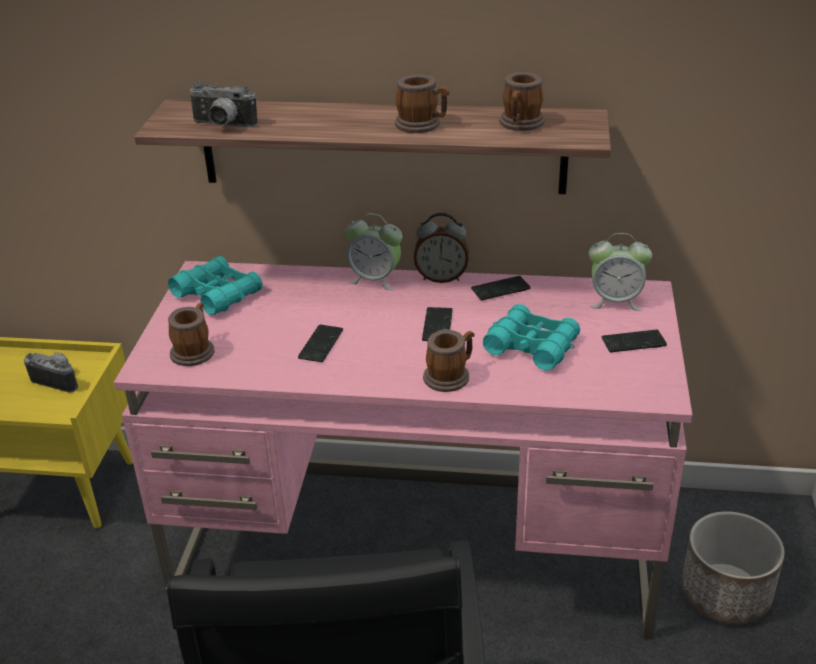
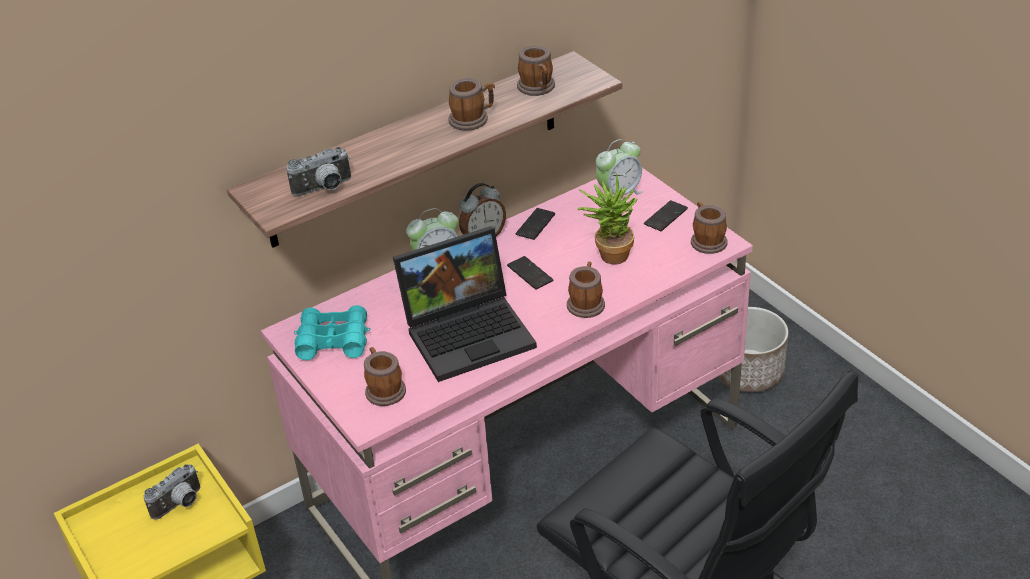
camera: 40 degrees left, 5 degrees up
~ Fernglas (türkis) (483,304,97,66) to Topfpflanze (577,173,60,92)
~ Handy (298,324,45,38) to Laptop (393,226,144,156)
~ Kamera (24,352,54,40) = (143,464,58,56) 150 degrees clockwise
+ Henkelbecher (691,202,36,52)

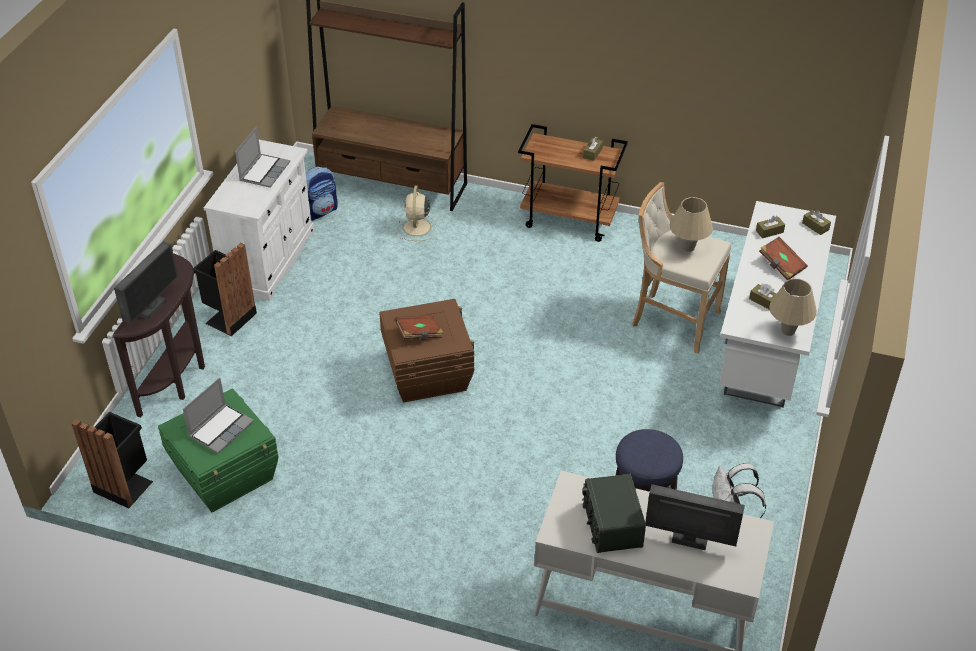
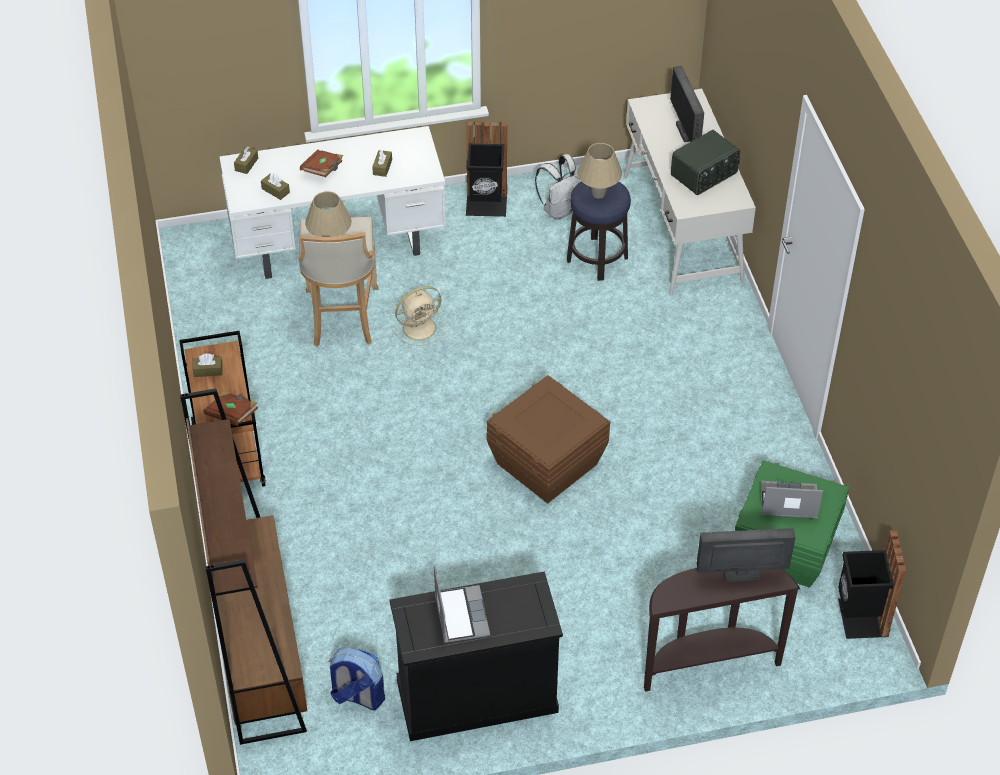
camera: 120 degrees left, 5 degrees up
~ Laptop (235,127,55,61) = (434,565,56,78) 90 degrees clockwise
~ Schrank (weiß) (204,140,111,161) to Schrank (schwarz) (390,571,173,170)
~ Ventilator (beige) (397,185,41,56) to (392,286,53,60)
~ Mülleimer (schwarz) (193,243,64,93) to (466,121,41,96)
~ Tischlampe (beige) (769,278,48,58) to (578,143,44,56)
~ Buch (braun) (395,316,48,24) to (203,391,55,35)

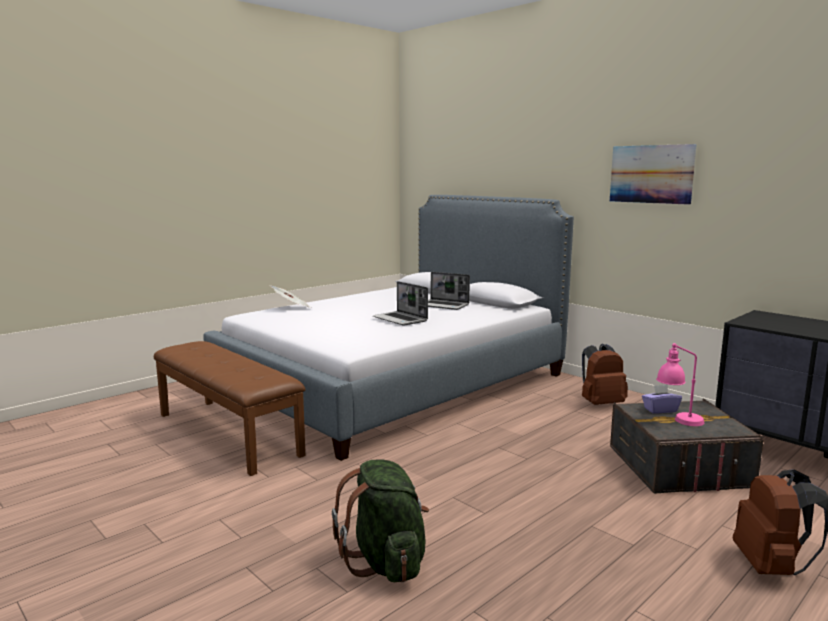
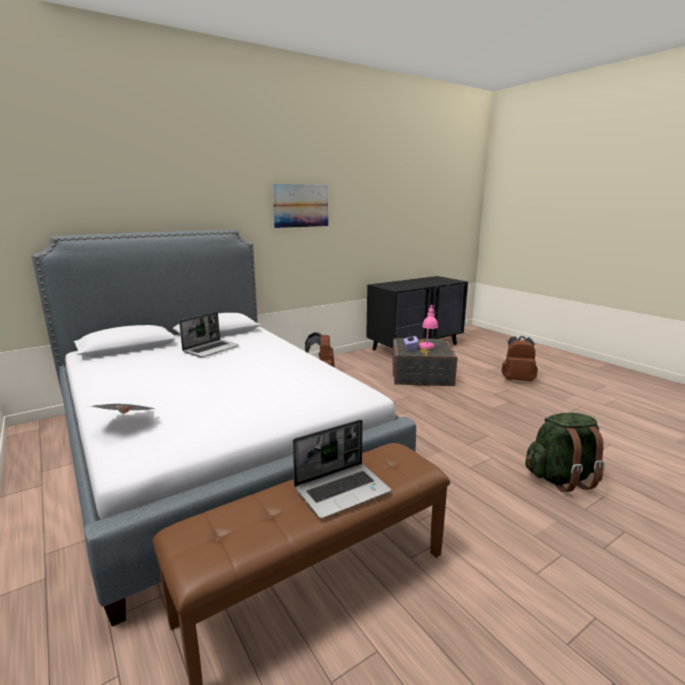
camera: 80 degrees left, 5 degrees up
~ Laptop (373,281,55,45) to (293,419,98,100)

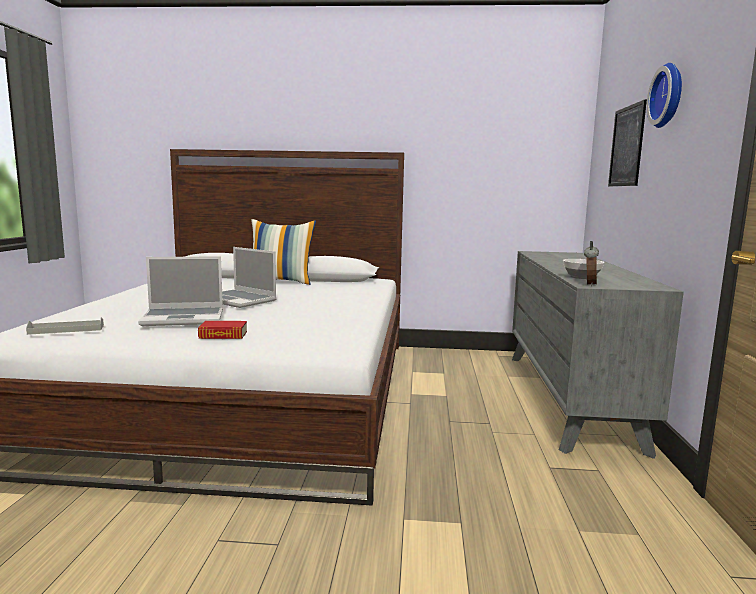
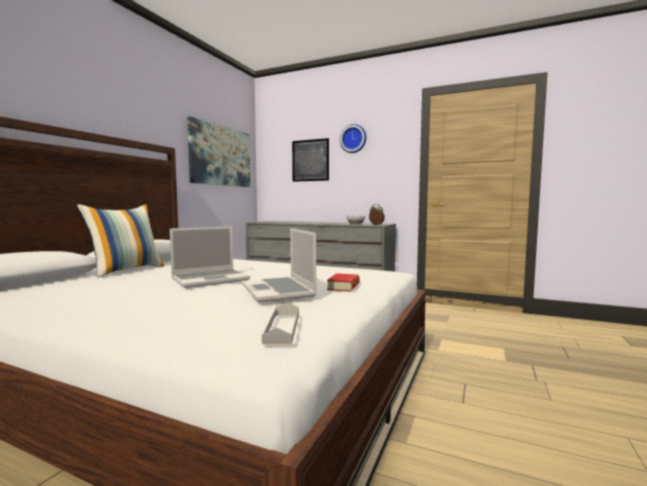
camera: 70 degrees left, 5 degrees down
~ Laptop (138,256,85,70) = (242,228,75,75) 150 degrees clockwise
+ Bild (187,117,63,70)

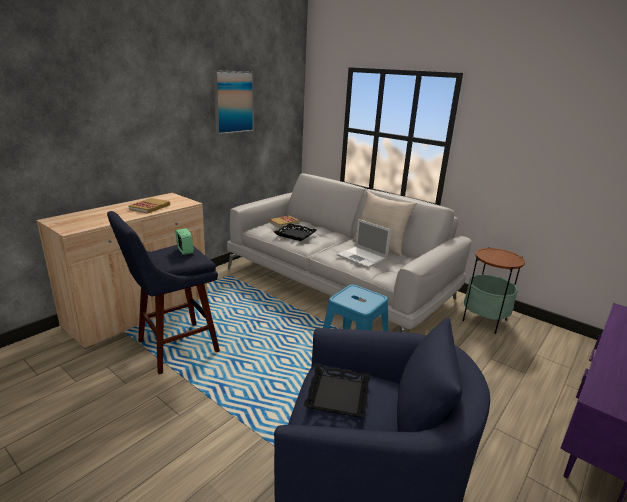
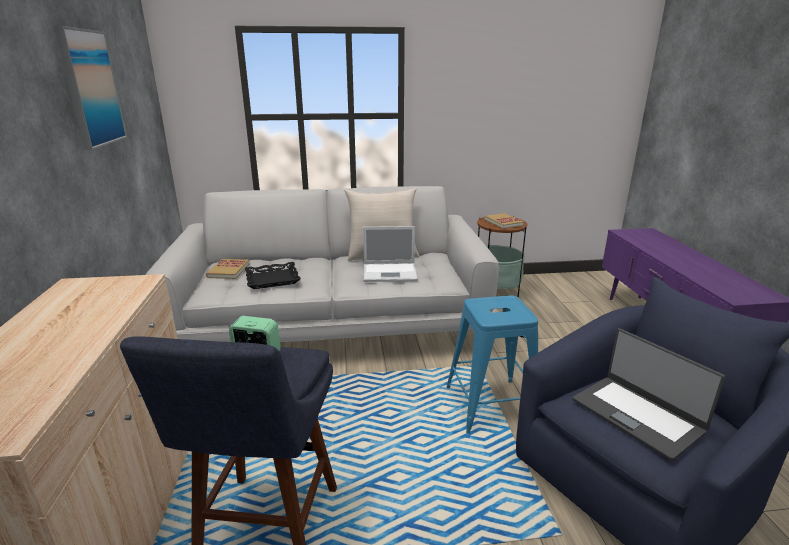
camera: 45 degrees left, 0 degrees up
~ Buch (129,198,41,15) to (484,213,40,16)
~ Tablett (schwarz) (303,365,67,53) to Laptop (573,328,152,133)

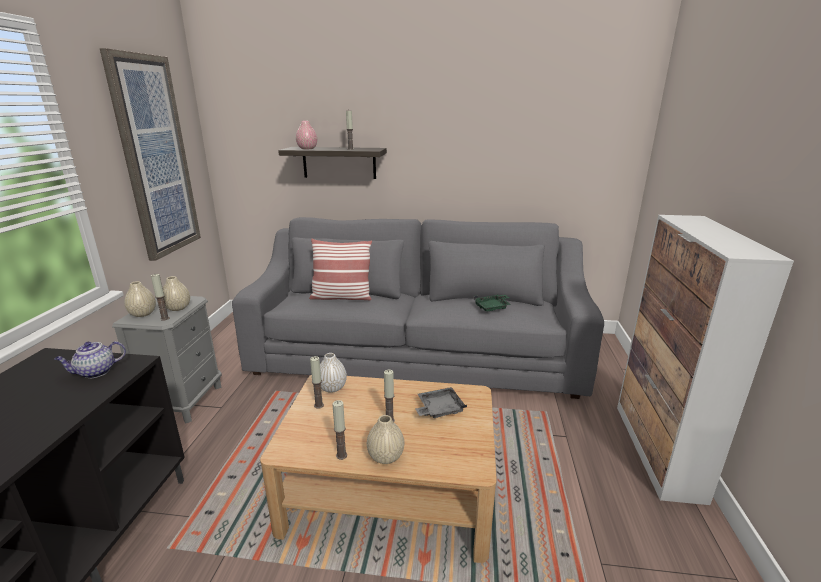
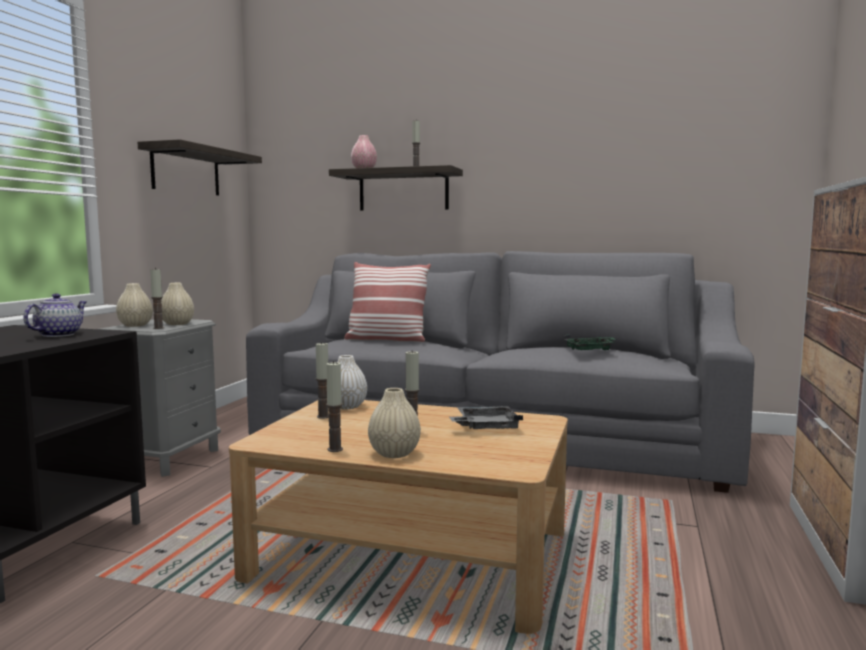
camera: 10 degrees right, 15 degrees down
~ Bild (100,48,101,213) to Wandregal (137,139,125,56)
~ Teekanne (54,341,72,37) = (23,293,64,44) 135 degrees clockwise

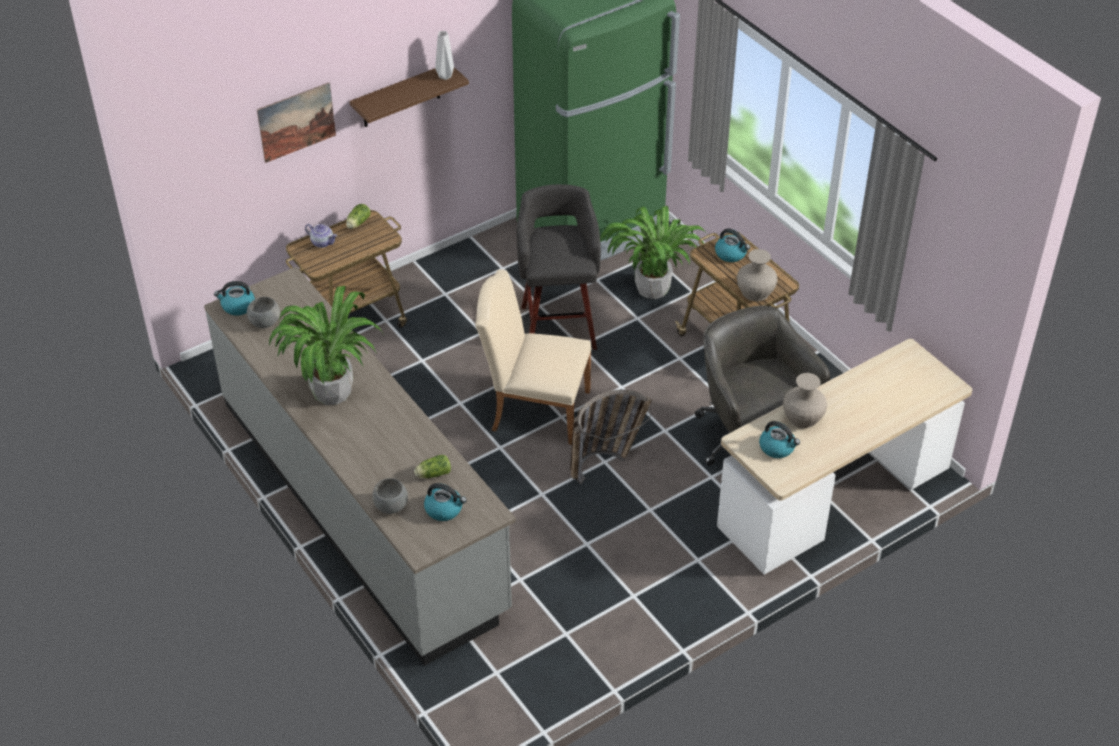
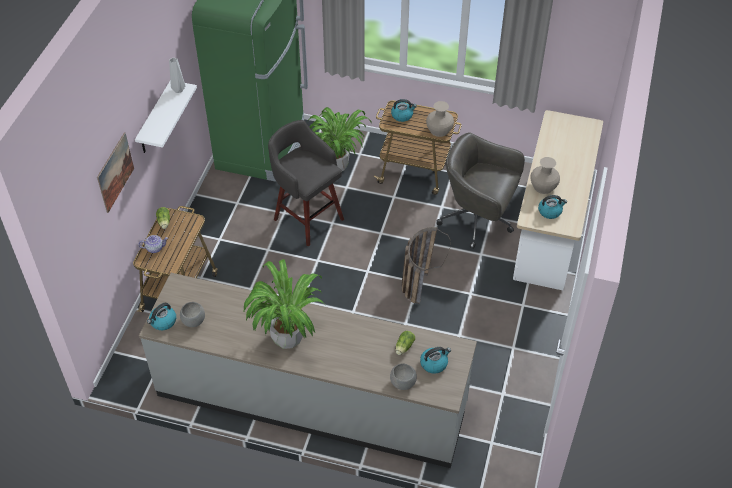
camera: 40 degrees left, 5 degrees up
~ Wandregal (braun) (349,67,120,60) to Wandregal (weiß) (135,81,62,72)
- Stuhl (beige) (475,269,117,176)

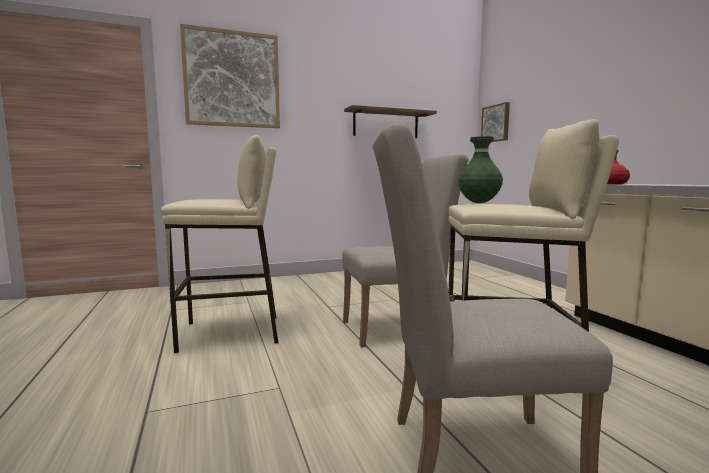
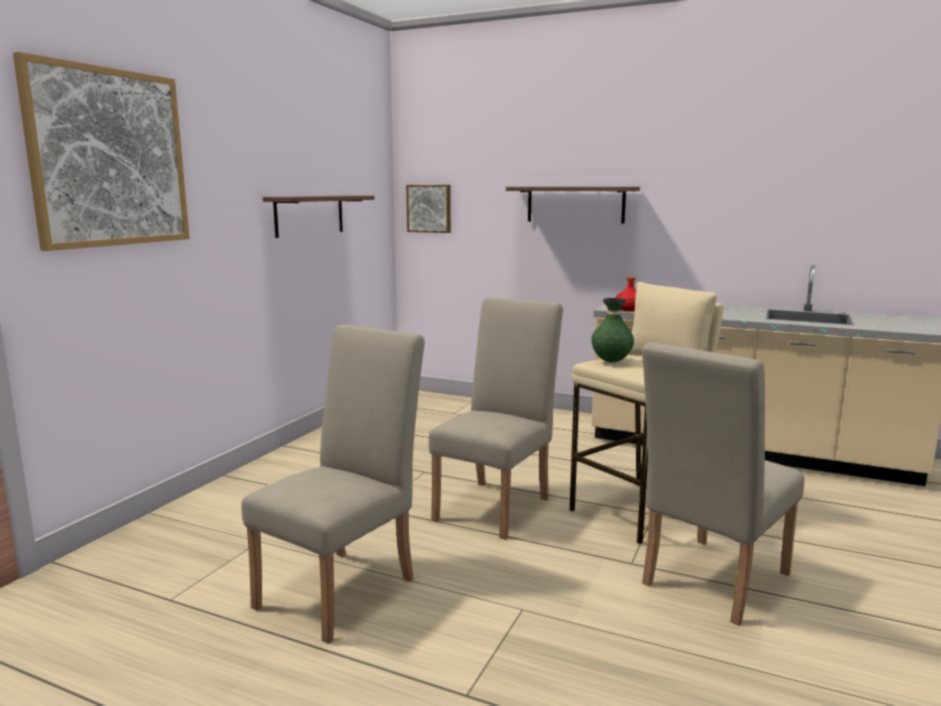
camera: 45 degrees left, 5 degrees up
~ Hocker (beige) (161,135,117,218) to Stuhl (beige) (241,324,184,320)
+ Wandregal (506,187,134,37)

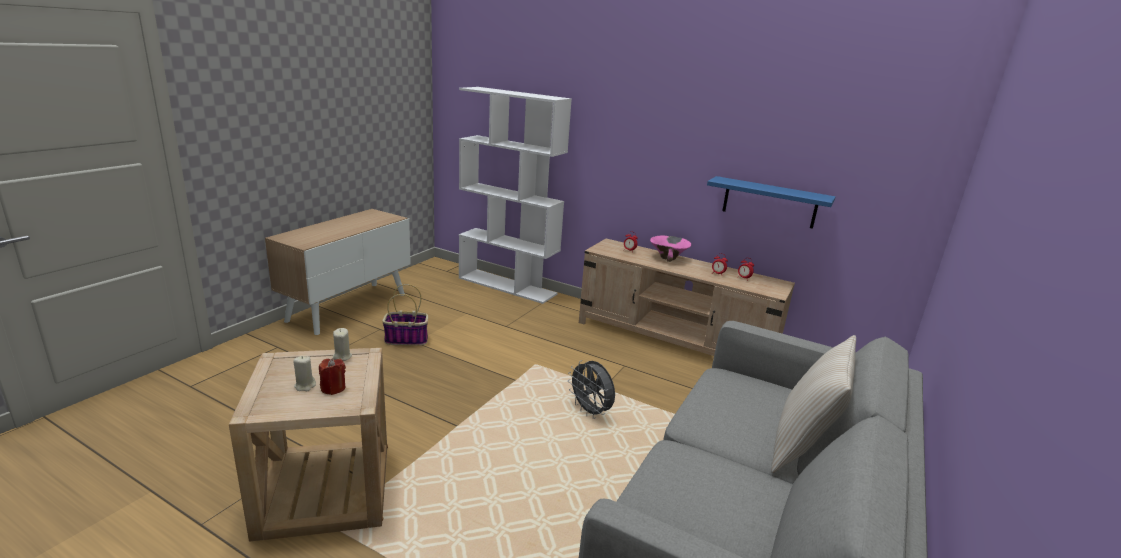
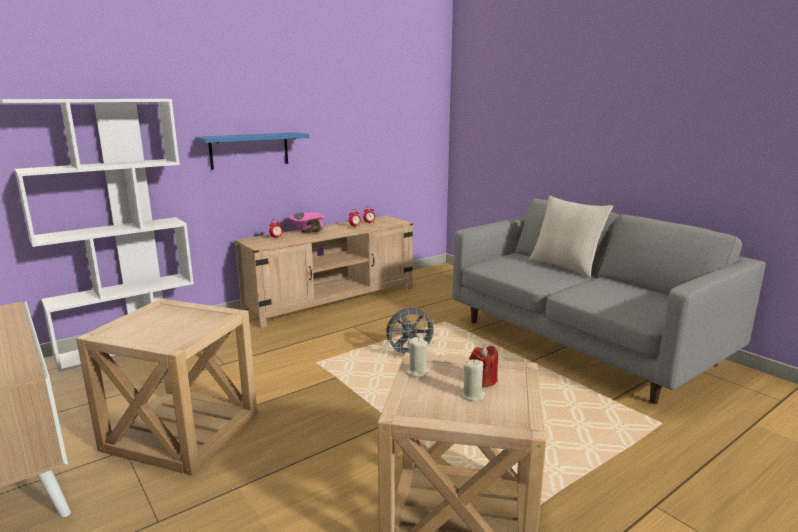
camera: 65 degrees left, 5 degrees down
~ Wandregal (blau) (707,176,129,53) to (195,132,114,38)
~ Korb (382,284,46,62) to Beistelltisch (beige) (76,299,181,176)

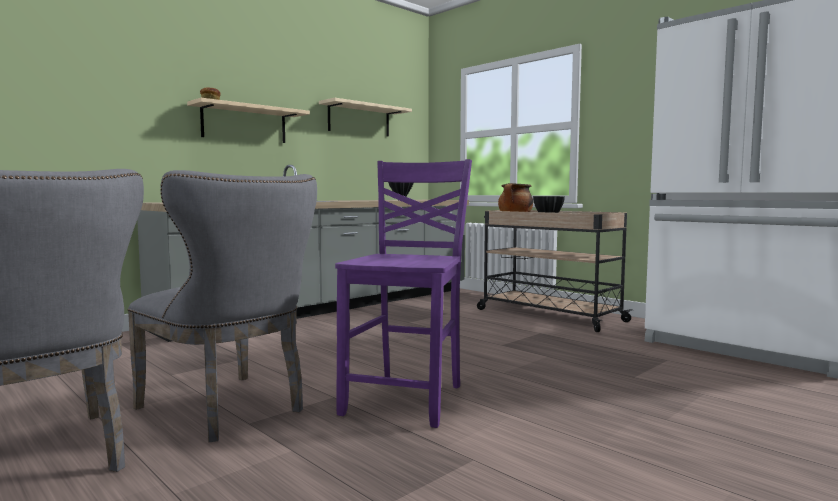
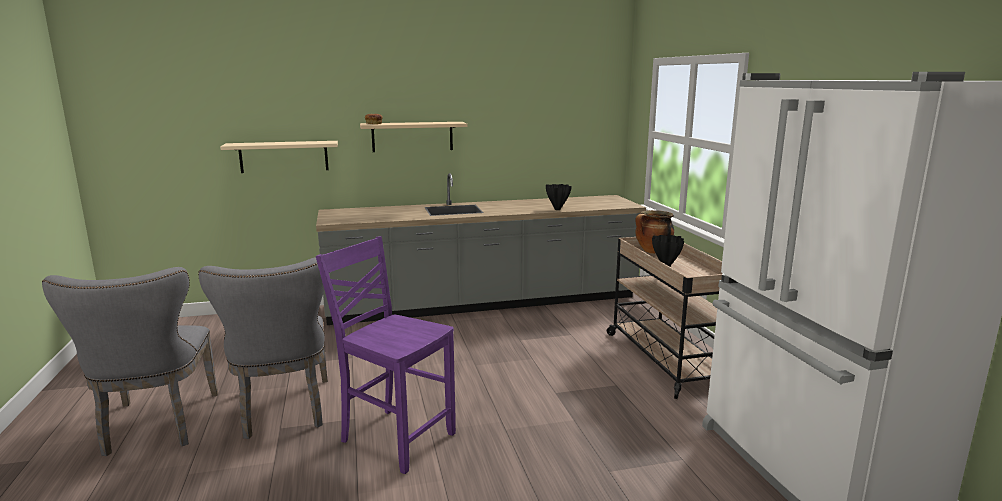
camera: 30 degrees right, 10 degrees up
~ Wandregal (beige) (319,98,93,38) to (220,141,118,32)
~ Stuhl (lila) (335,159,137,269) = (316,236,140,238) 105 degrees counterclockwise

